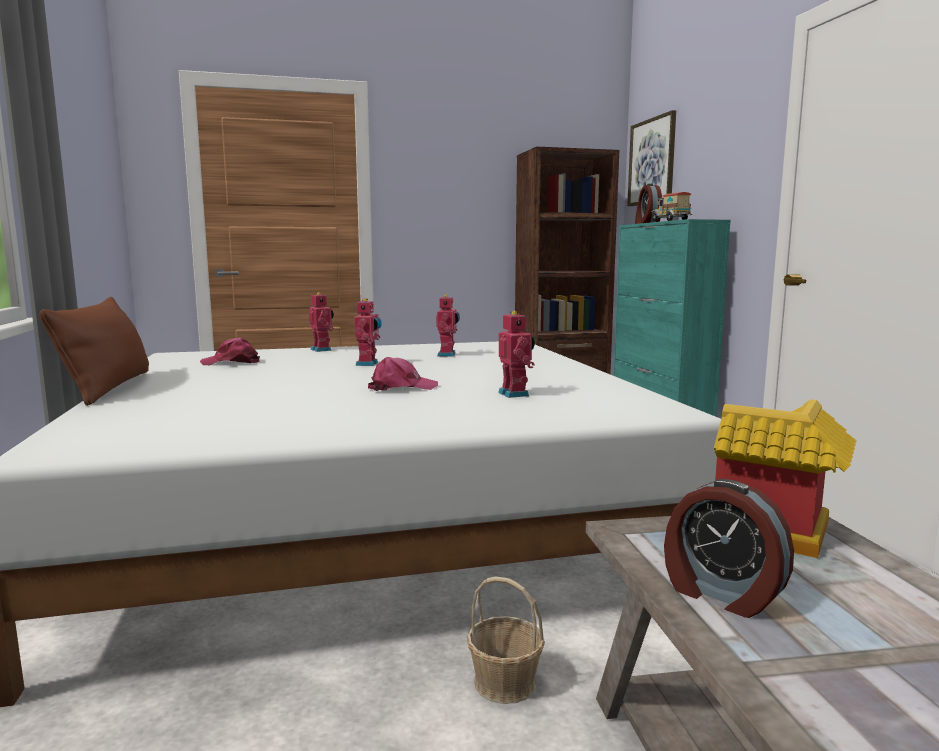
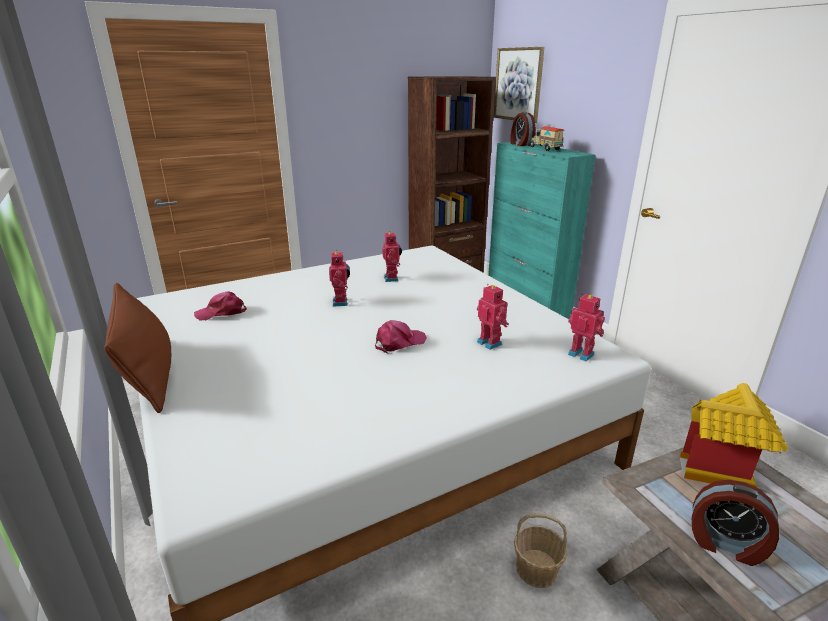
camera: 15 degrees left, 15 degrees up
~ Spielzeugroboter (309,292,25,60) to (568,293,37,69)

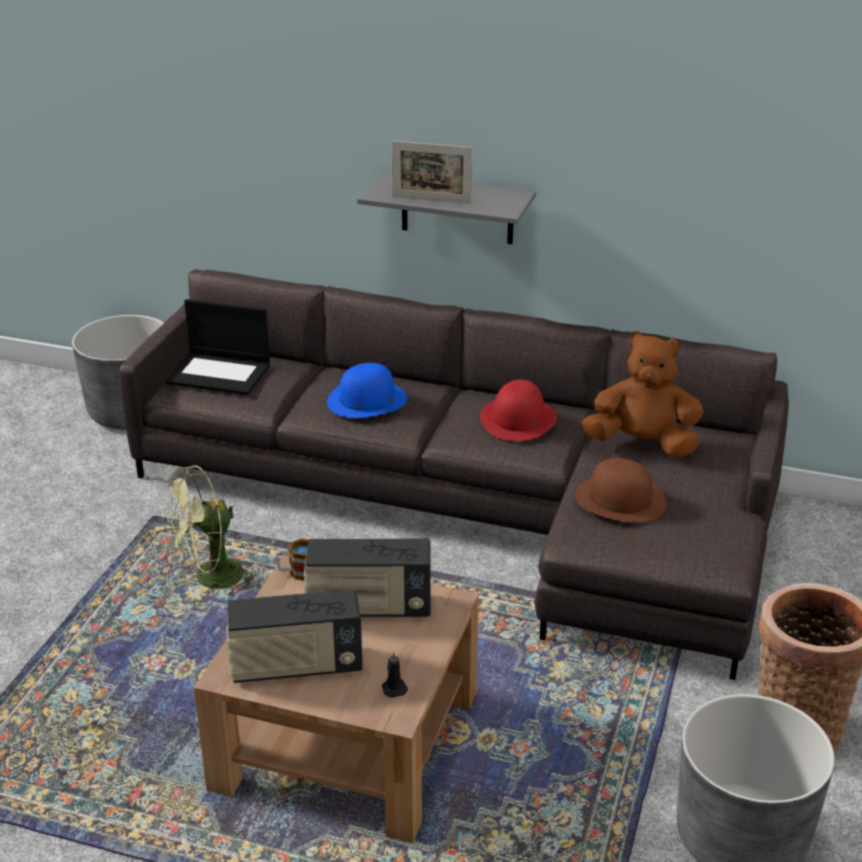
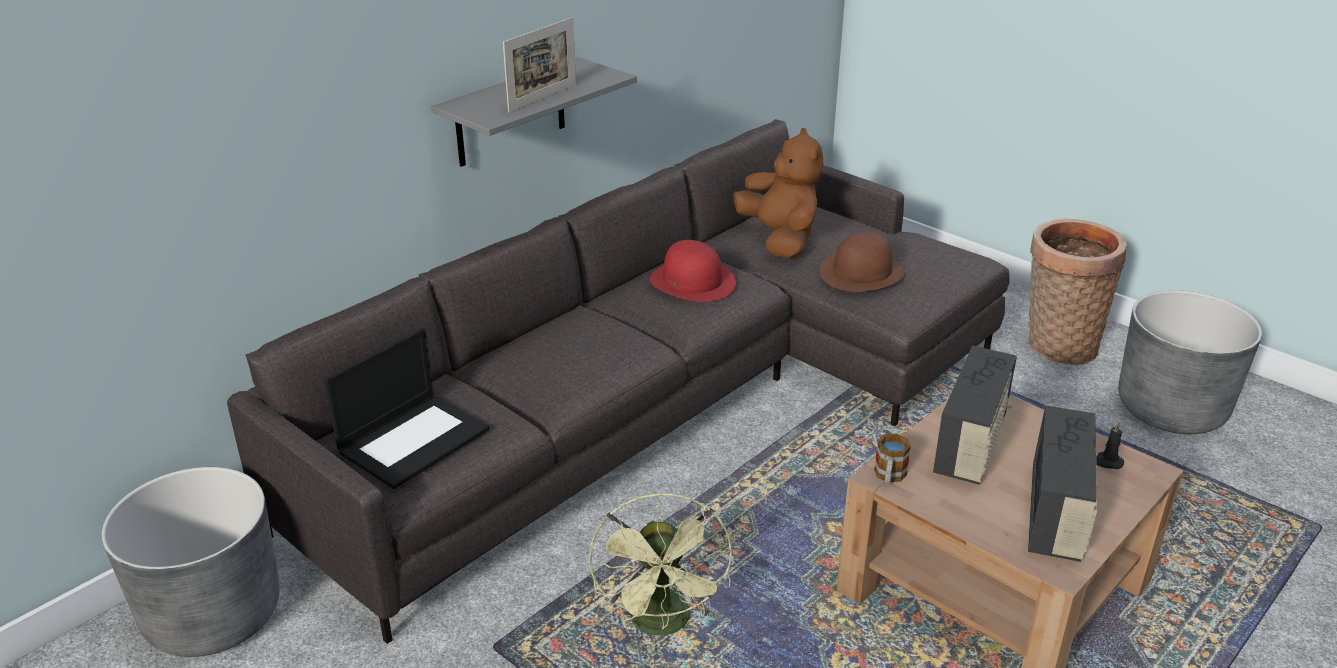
camera: 65 degrees left, 0 degrees up
~ Plüschtier (braun) (581,331,123,127) = (733,128,90,130) 120 degrees clockwise
- Hut (blau) (327,363,80,55)

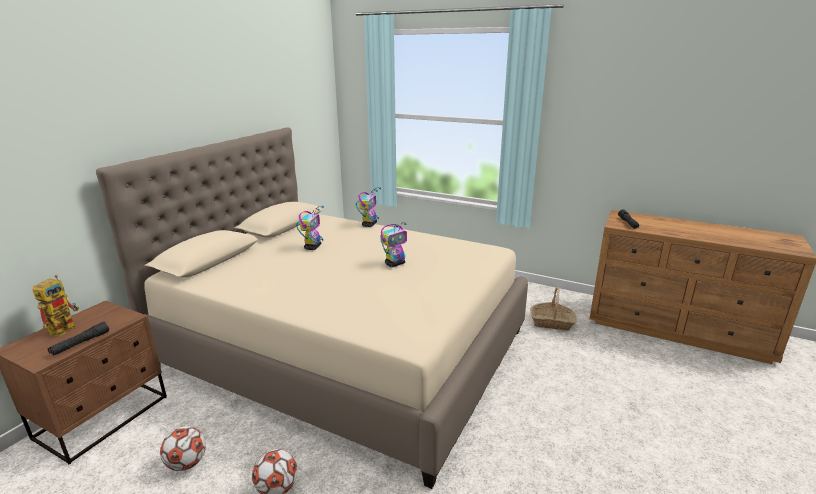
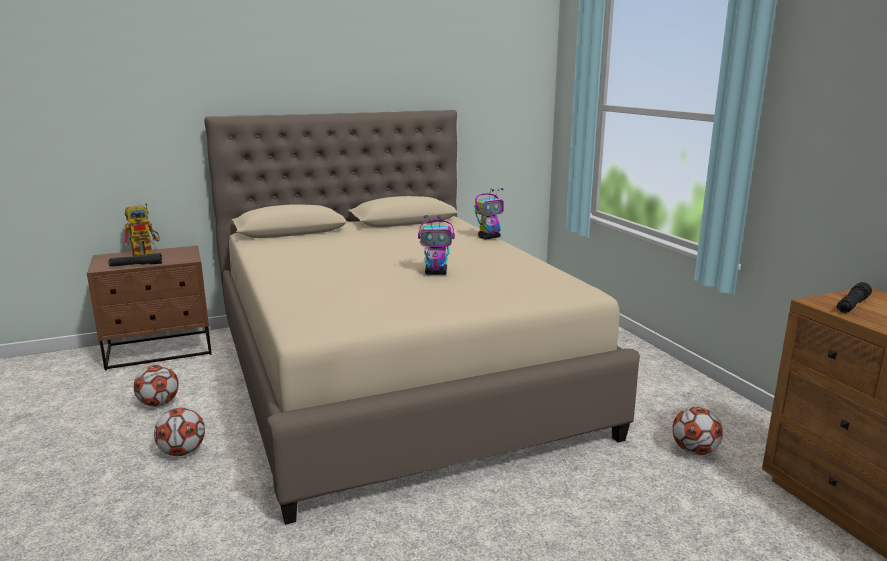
camera: 40 degrees right, 5 degrees down
- Spielzeugroboter (296,206,28,44)
~ Korb (530,287,47,44) to Fußball (672,407,51,48)

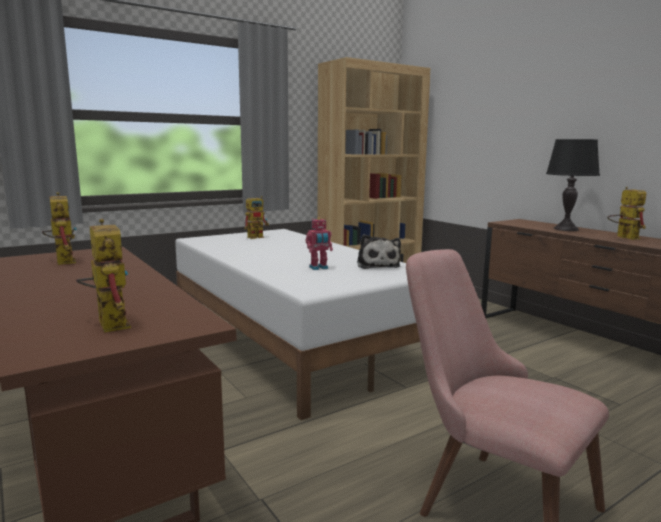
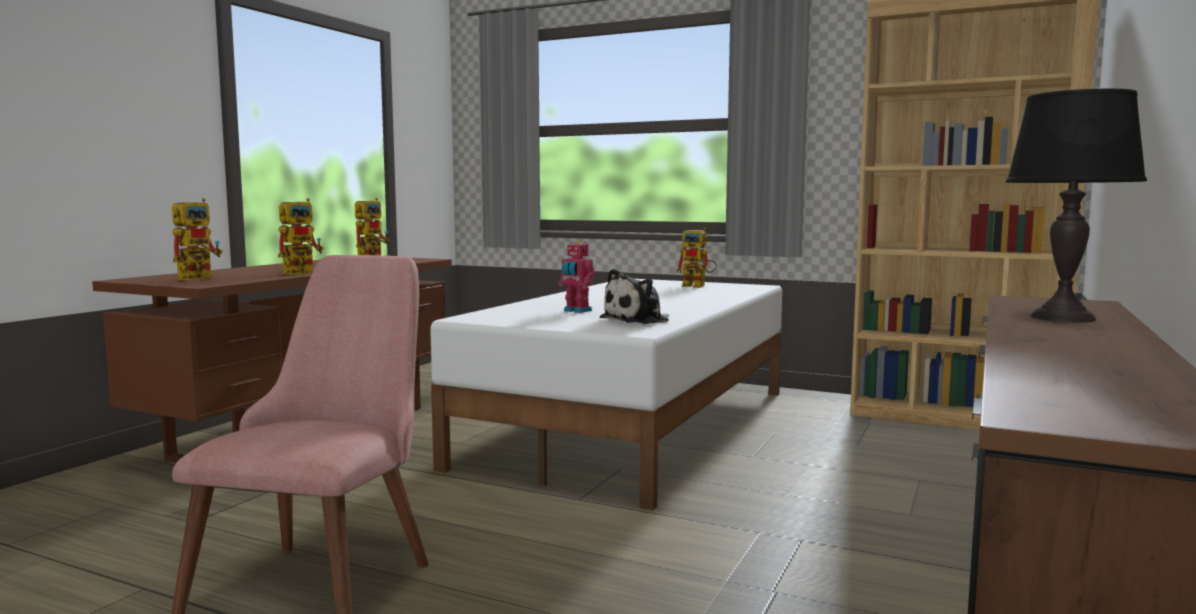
camera: 60 degrees right, 5 degrees down
~ Spielzeugroboter (607,187,39,53) to (278,198,46,77)

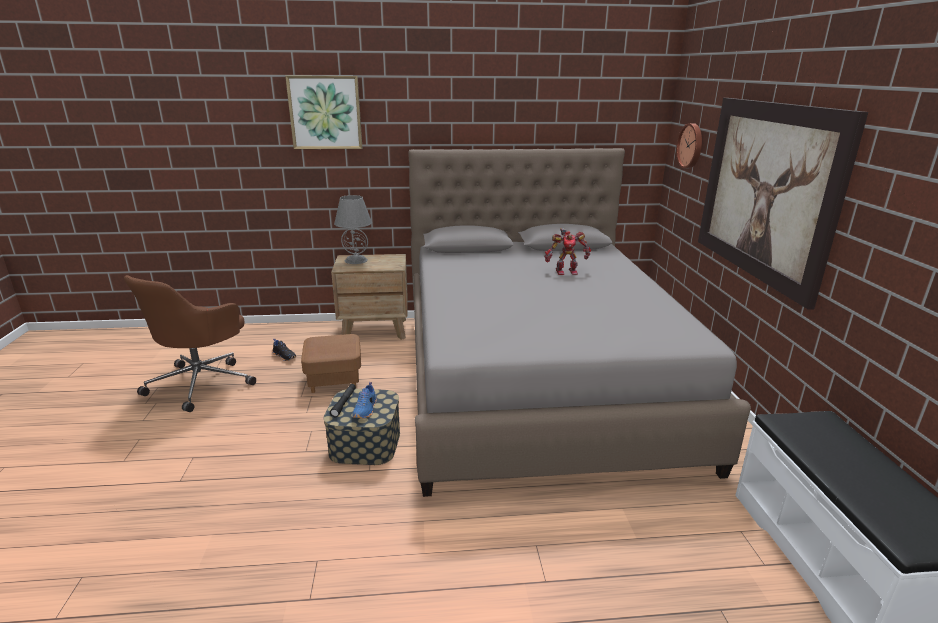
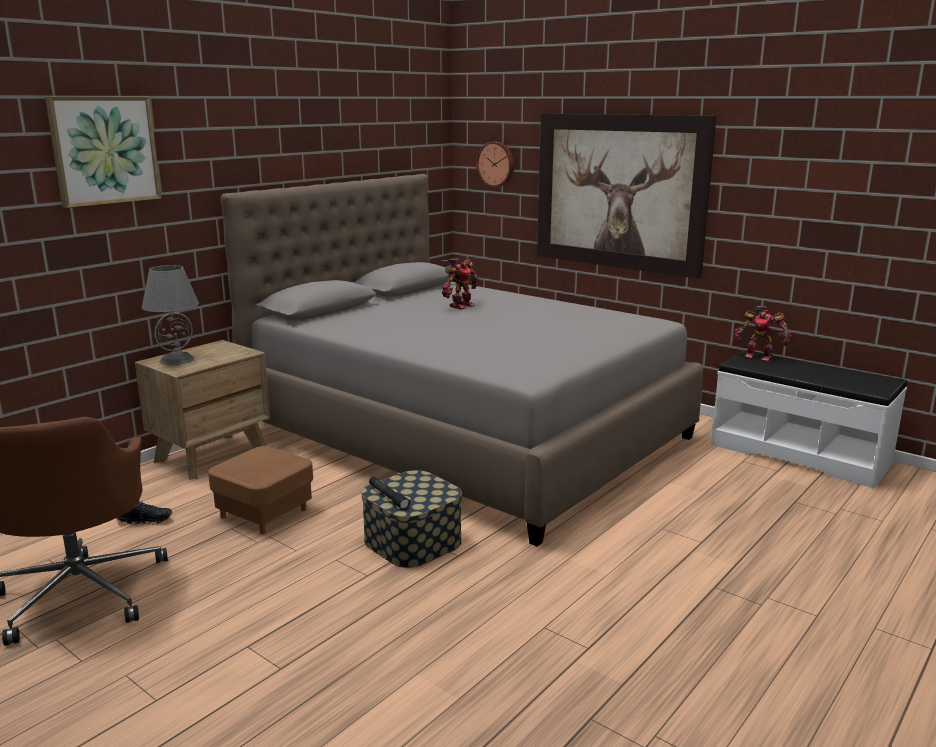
camera: 45 degrees left, 5 degrees down
- Schuh (blau) (352,382,25,36)
+ Spielzeugroboter (733,306,59,55)

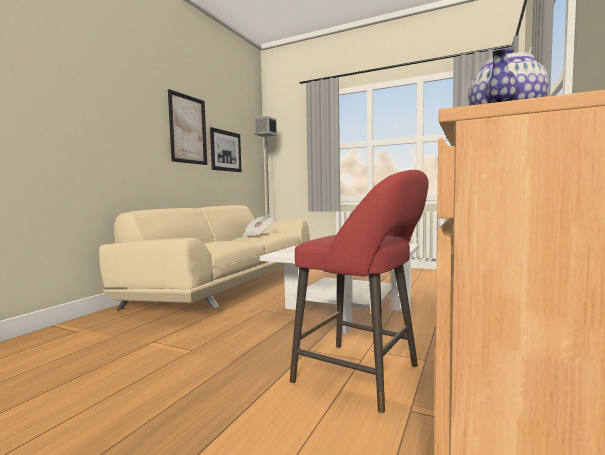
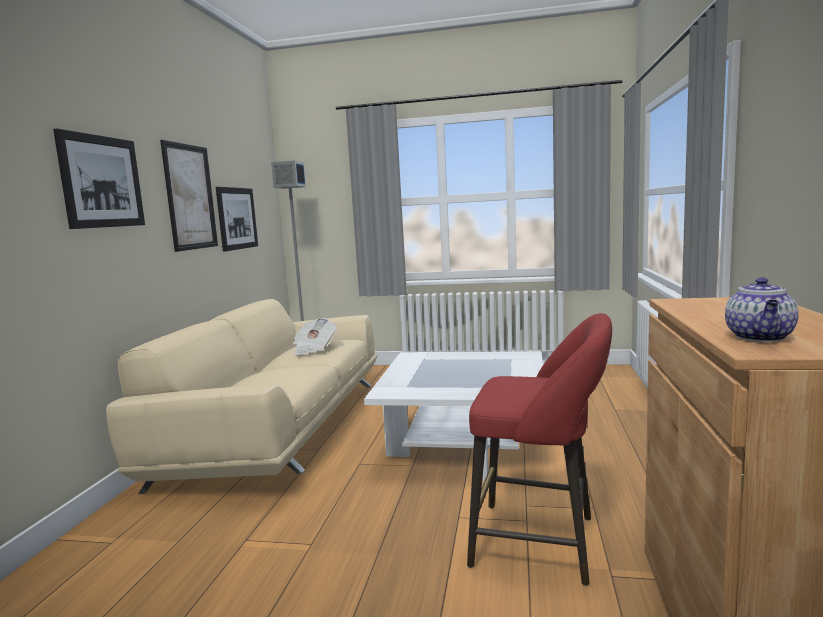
camera: 15 degrees left, 5 degrees up
+ Bild (53,128,92,101)

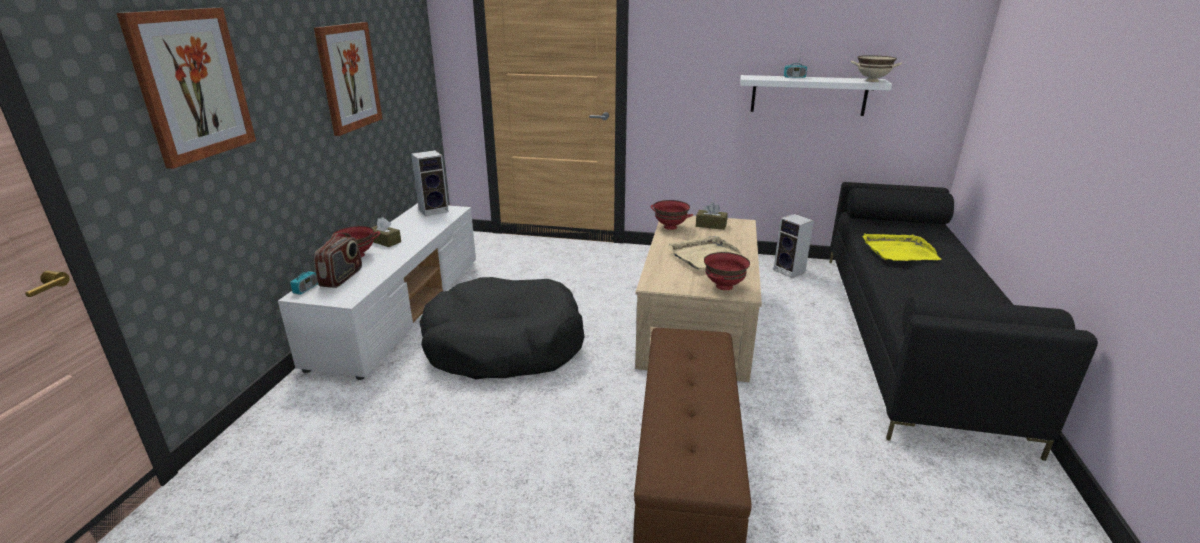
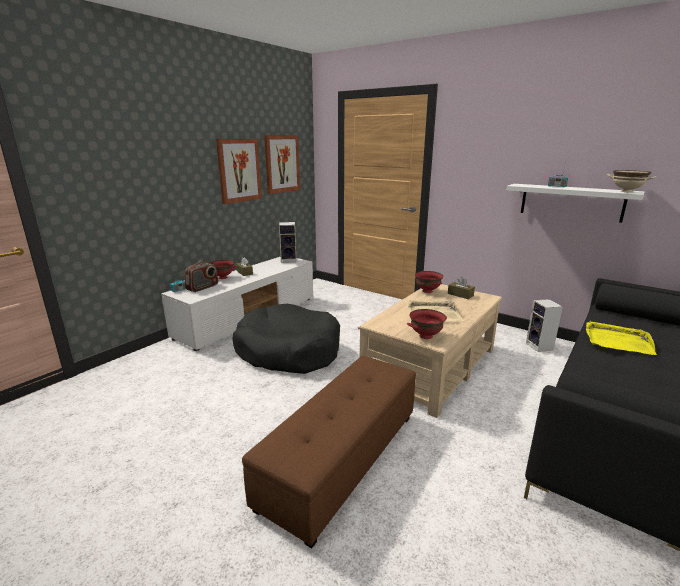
camera: 25 degrees right, 5 degrees down
~ Bild (117,8,139,161) to (264,135,36,59)

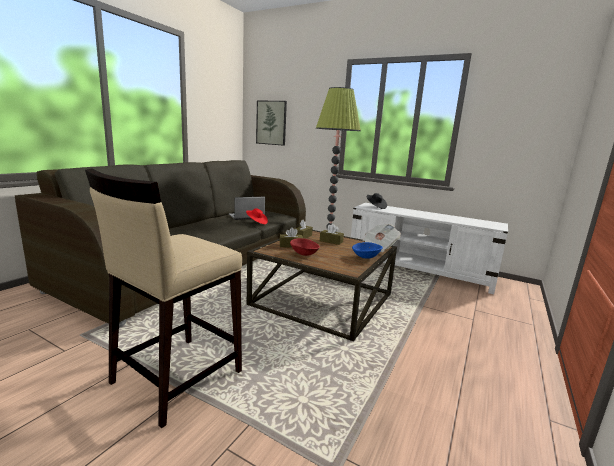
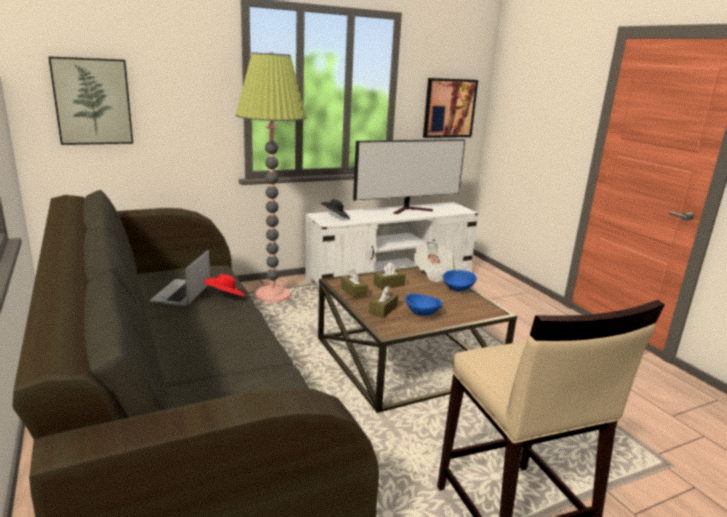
camera: 55 degrees left, 5 degrees up
~ Schüssel (rot) (290,238,30,18) to Schüssel (blau) (405,294,38,22)
+ Bild (423,78,55,60)
+ Fernseher (353,139,112,75)

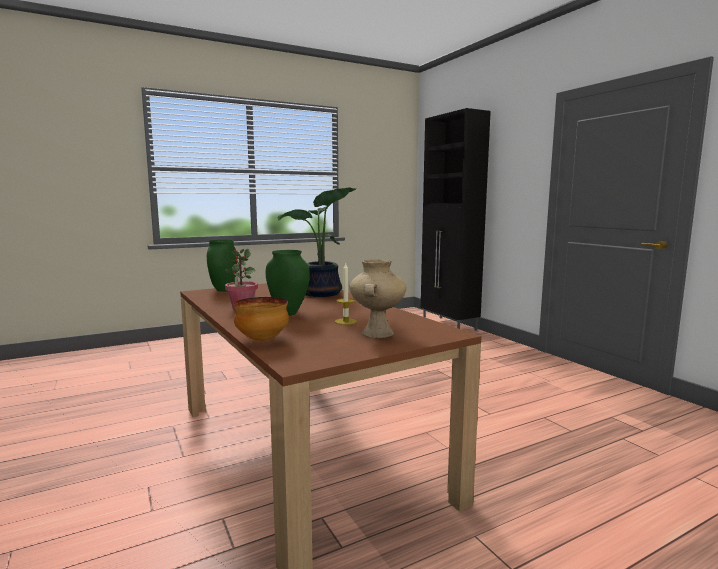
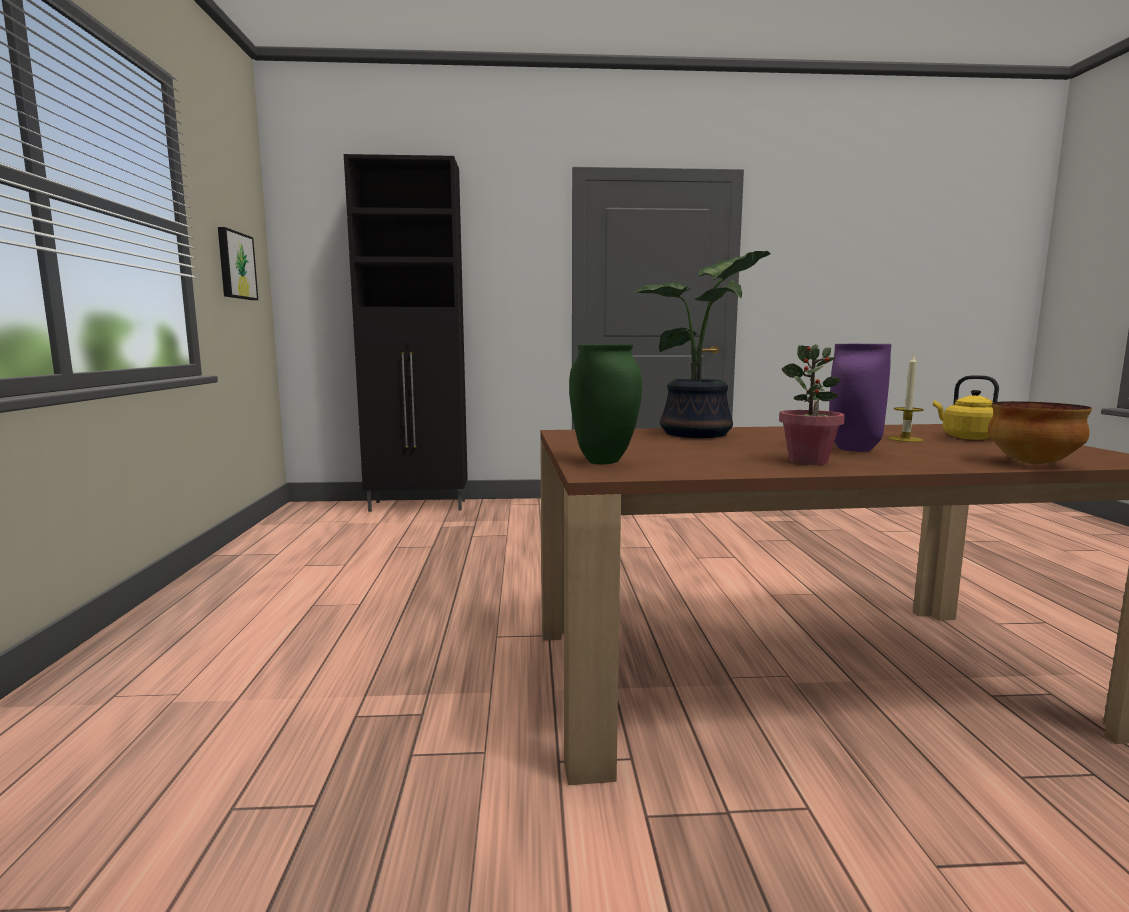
camera: 65 degrees left, 0 degrees up
~ Vase (grün) (266,250,44,66) to Vase (lila) (829,344,62,108)
~ Vase (beige) (349,259,58,79) to Wasserkessel (gelb) (933,375,66,65)
+ Bild (218,227,40,73)

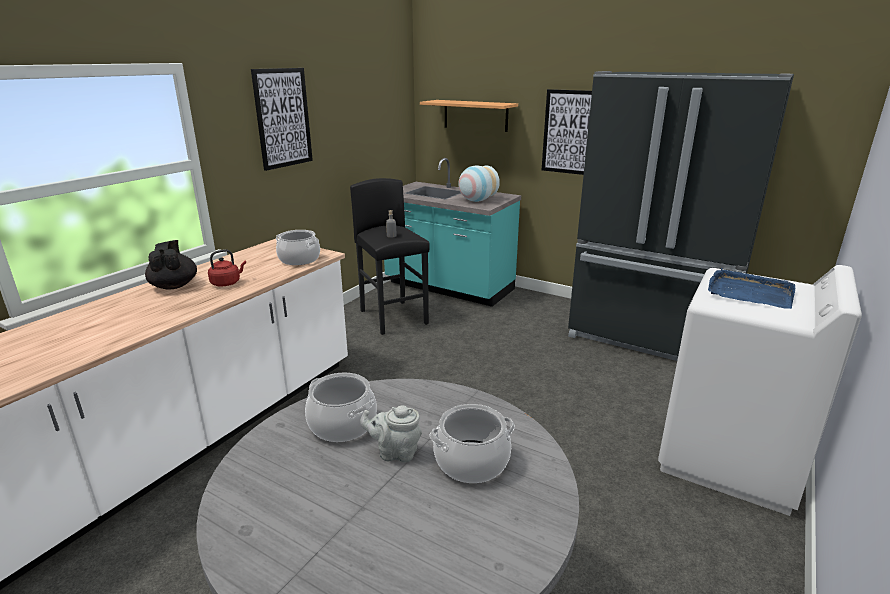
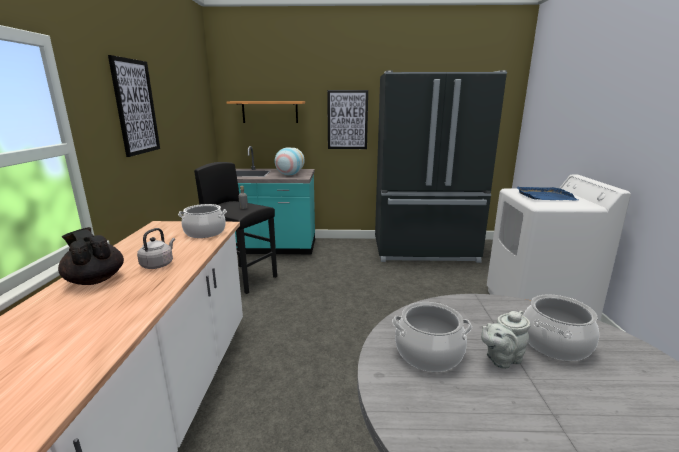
camera: 30 degrees left, 5 degrees down
~ Wasserkessel (rot) (208,249,38,37) to Wasserkessel (grau) (137,228,38,41)

